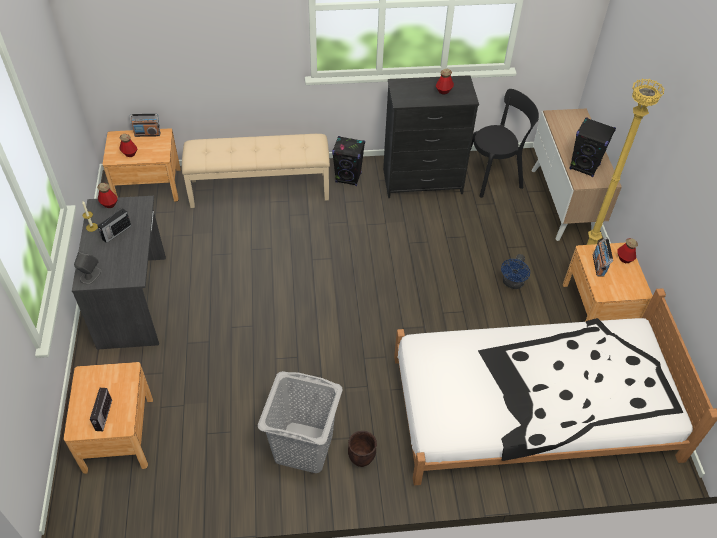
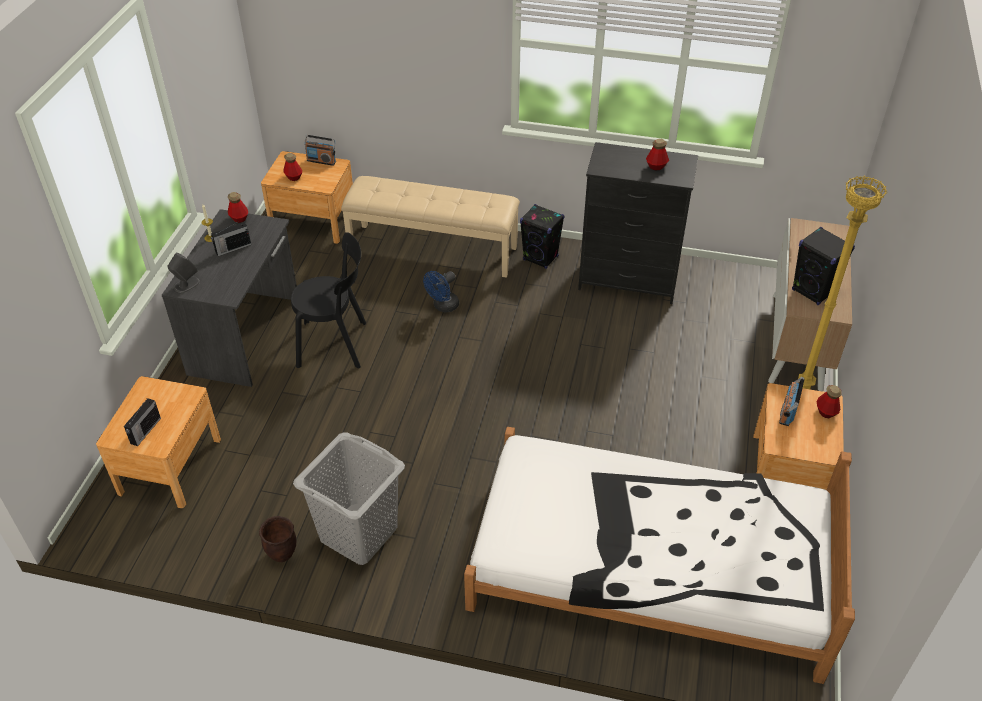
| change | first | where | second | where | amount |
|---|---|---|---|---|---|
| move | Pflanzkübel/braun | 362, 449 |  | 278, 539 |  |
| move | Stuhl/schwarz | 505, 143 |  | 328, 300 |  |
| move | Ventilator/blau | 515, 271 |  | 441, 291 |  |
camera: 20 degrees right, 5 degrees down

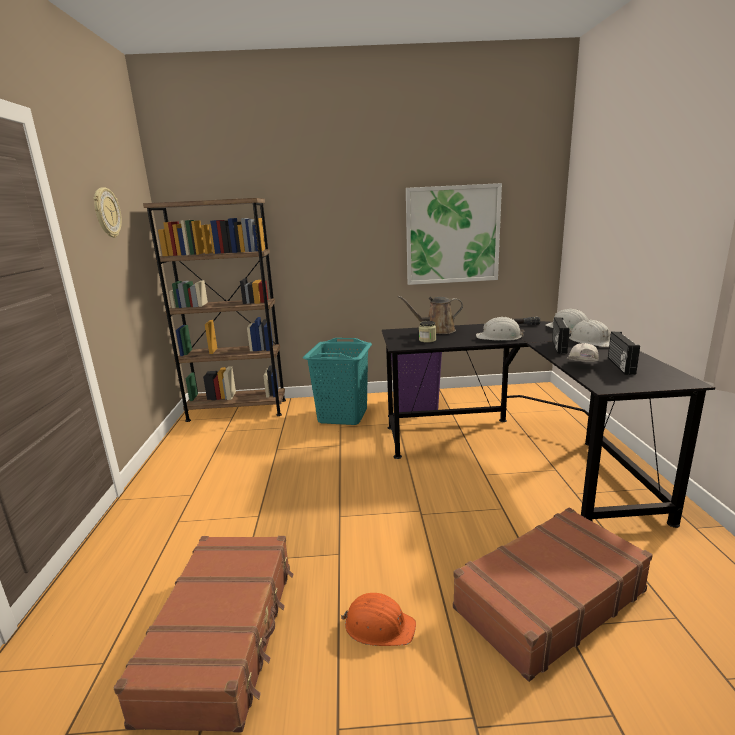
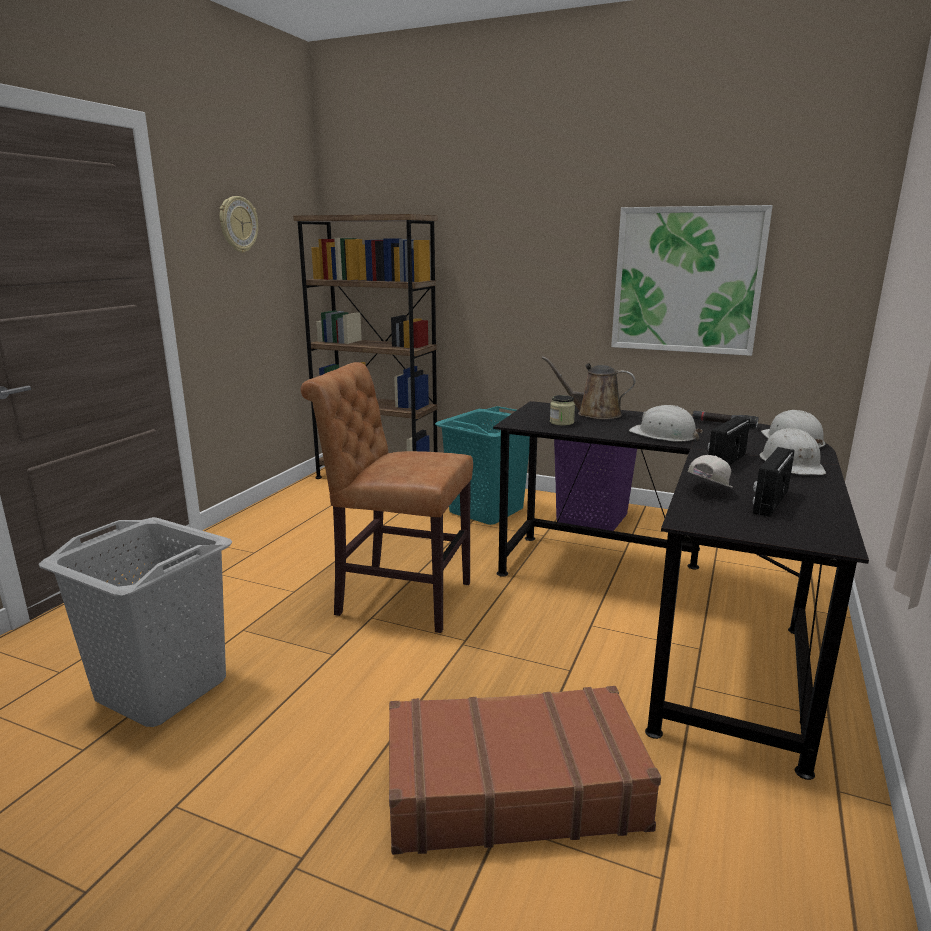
| change | first | where | second | where | amount |
|---|---|---|---|---|---|
| replace | Koffer/braun | 203, 634 | Wäschekorb/grau | 135, 622 |  |
| delete | Schutzhelm/orange | 378, 619 |  |  |  |
| insert |  |  | Stuhl/braun | 387, 497 |  |
camera: 25 degrees right, 0 degrees up

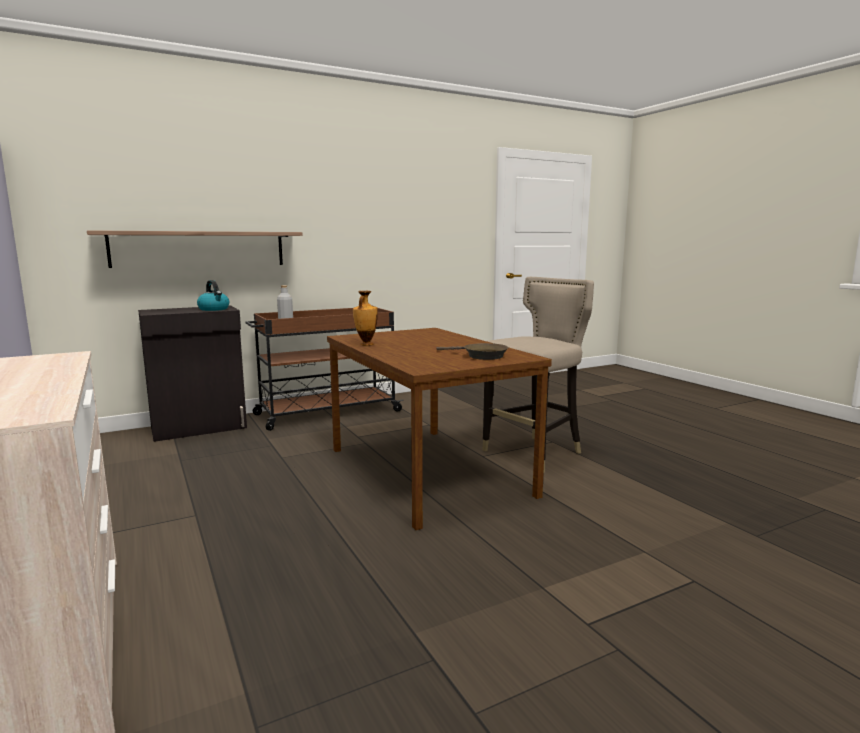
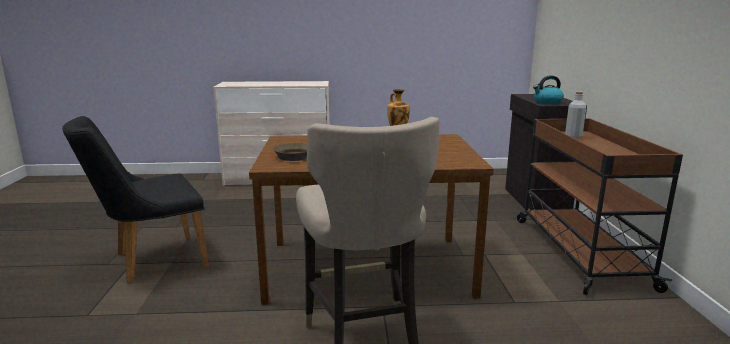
| change | first | where | second | where | amount |
|---|---|---|---|---|---|
| delete | Wandregal | 194, 249 |  |  |  |
| insert |  |  | Stuhl/schwarz | 135, 200 |  |
camera: 115 degrees right, 5 degrees up

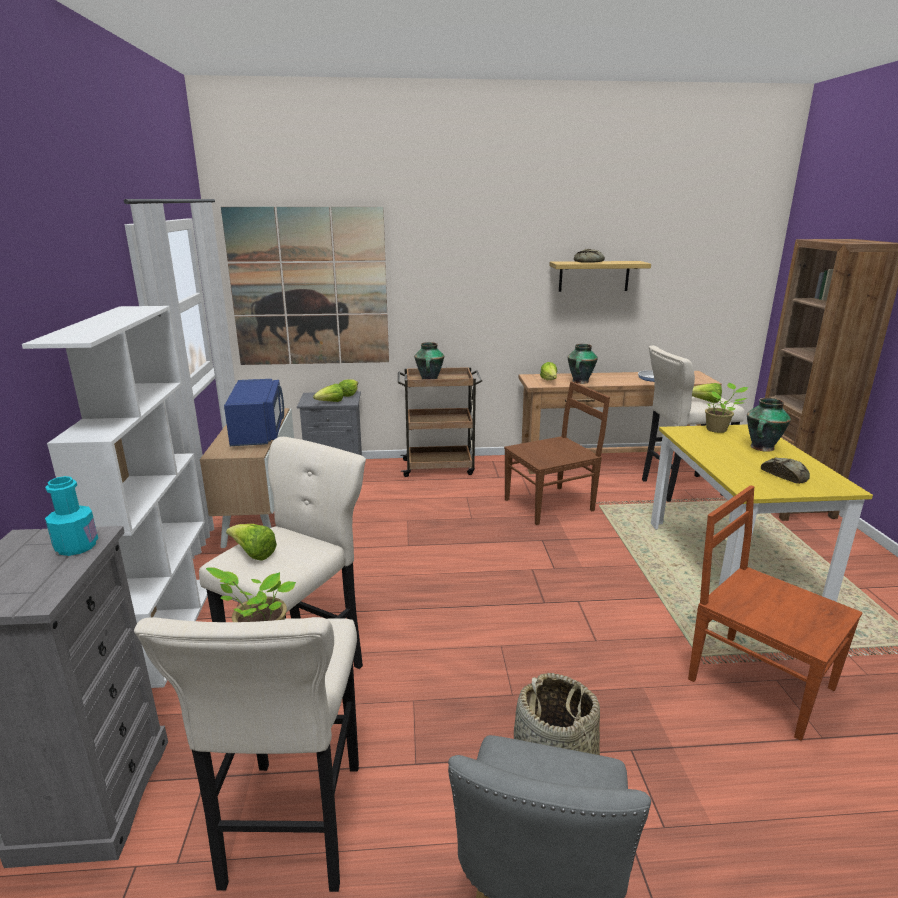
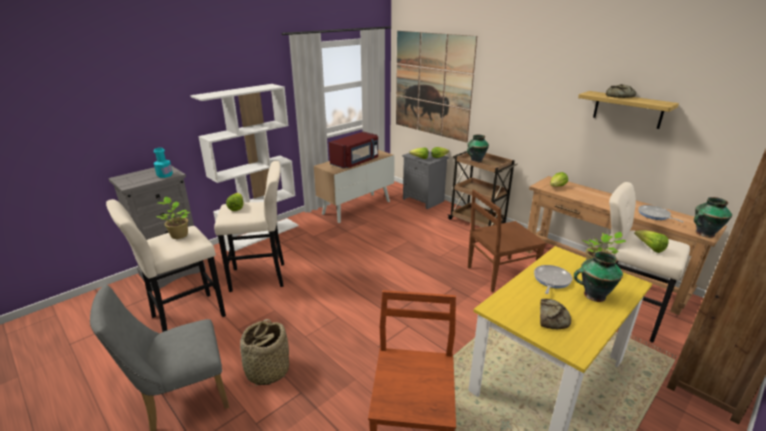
| change | first | where | second | where | amount |
|---|---|---|---|---|---|
| recolor | Mikrowelle/blau | 254, 412 | Mikrowelle/rot | 353, 150 |  |
| rotate | Stuhl/braun | 557, 453 |  | 507, 241 | 135 degrees clockwise |
| move | Vase | 583, 364 |  | 713, 217 |  |
| insert |  |  | Pfanne | 553, 279 |  |
camera: 50 degrees right, 5 degrees up

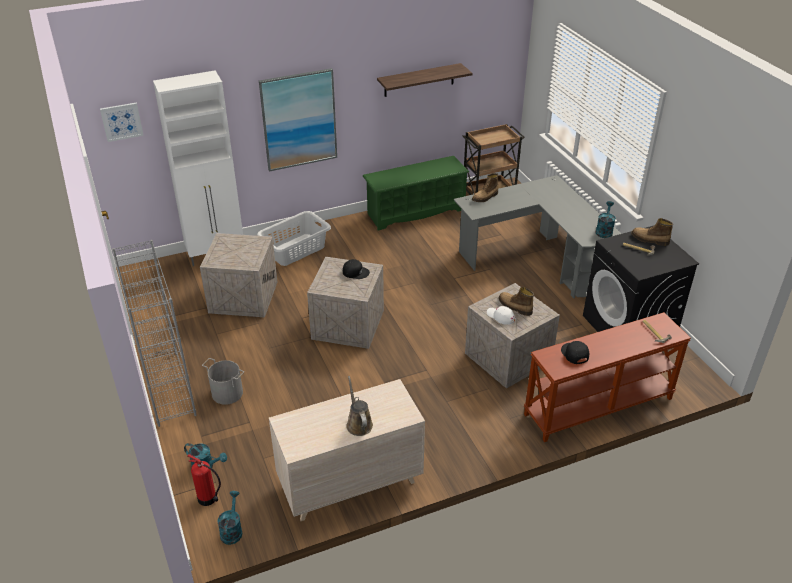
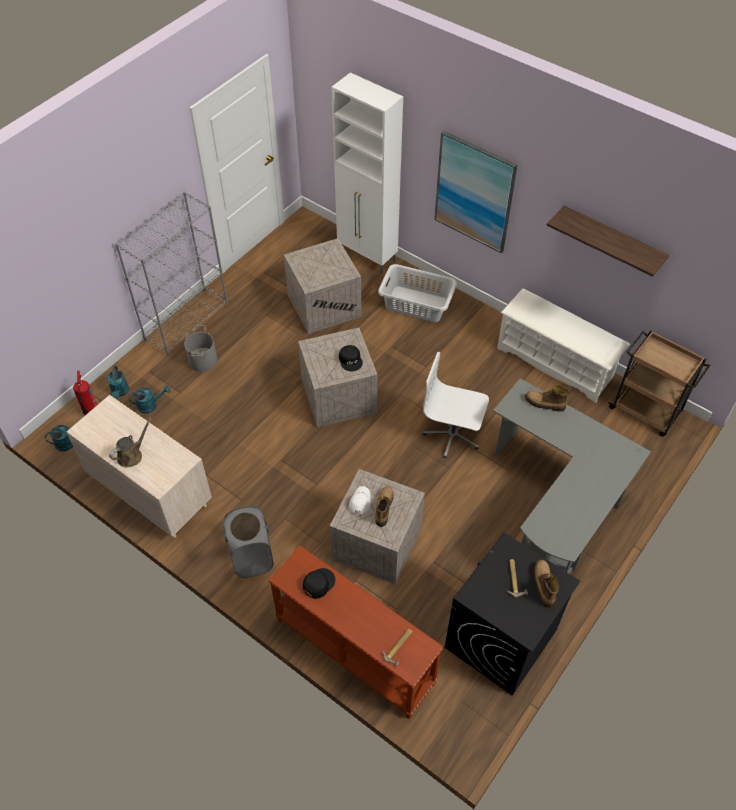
| change | first | where | second | where | amount |
|---|---|---|---|---|---|
| delete | Bild | 122, 122 |  |  |  |
| recolor | Schuhregal/grün | 416, 193 | Schuhregal/weiß | 563, 345 |  |
| move | Gießkanne/türkis | 605, 219 |  | 150, 399 |  |
| insert |  |  | Wäschekorb/grau | 248, 542 |  |
| insert |  |  | Bürostuhl/weiß | 456, 405 |  |
camera: 60 degrees right, 15 degrees up

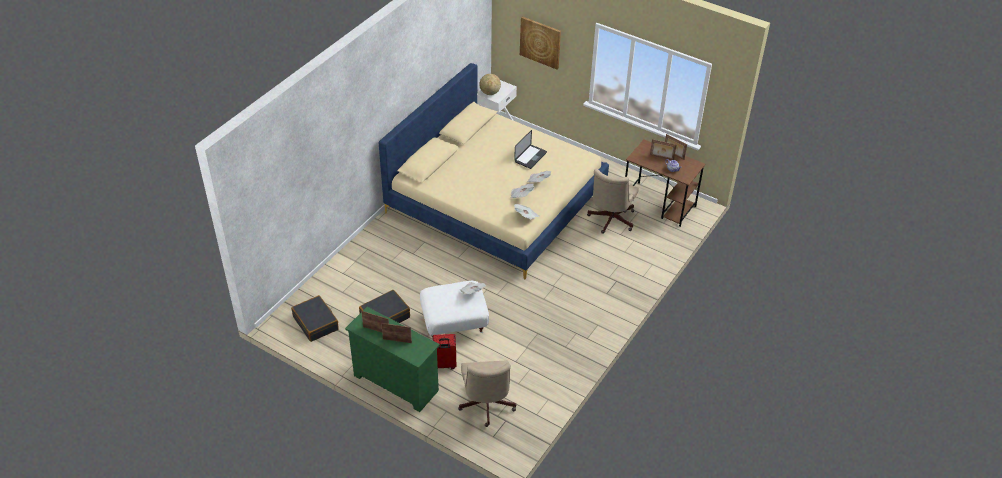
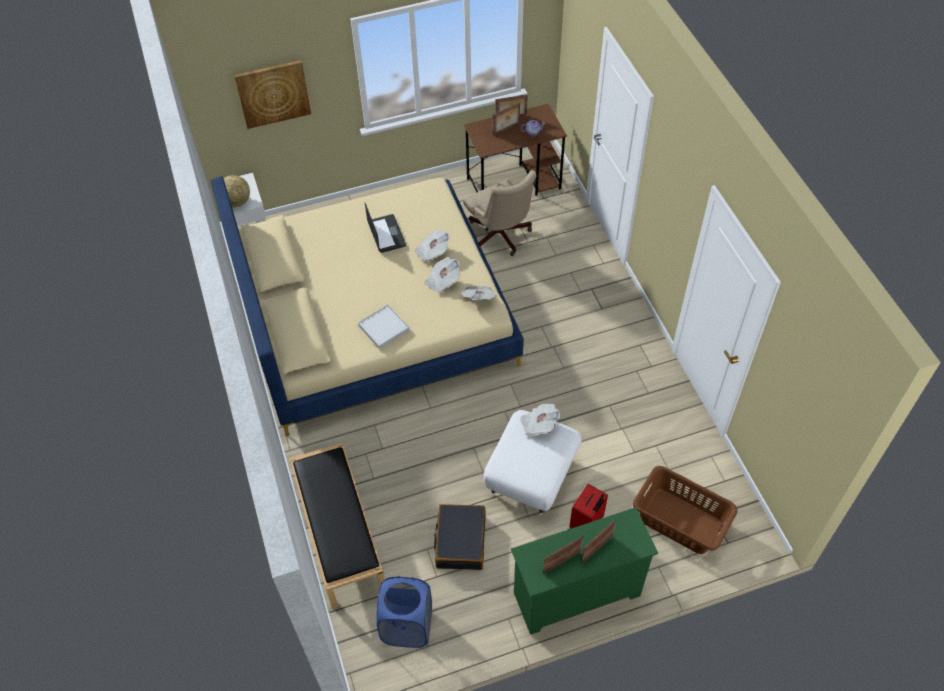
| change | first | where | second | where | amount |
|---|---|---|---|---|---|
| replace | Koffer/schwarz | 315, 318 | Wäschekorb/blau | 404, 612 |  |
| replace | Bürostuhl/beige | 487, 393 | Wäschekorb/braun | 685, 510 |  |
| insert |  |  | Bank/schwarz | 337, 526 |  |
| insert |  |  | Tablett/weiß | 384, 327 |  |
camera: 50 degrees left, 10 degrees up

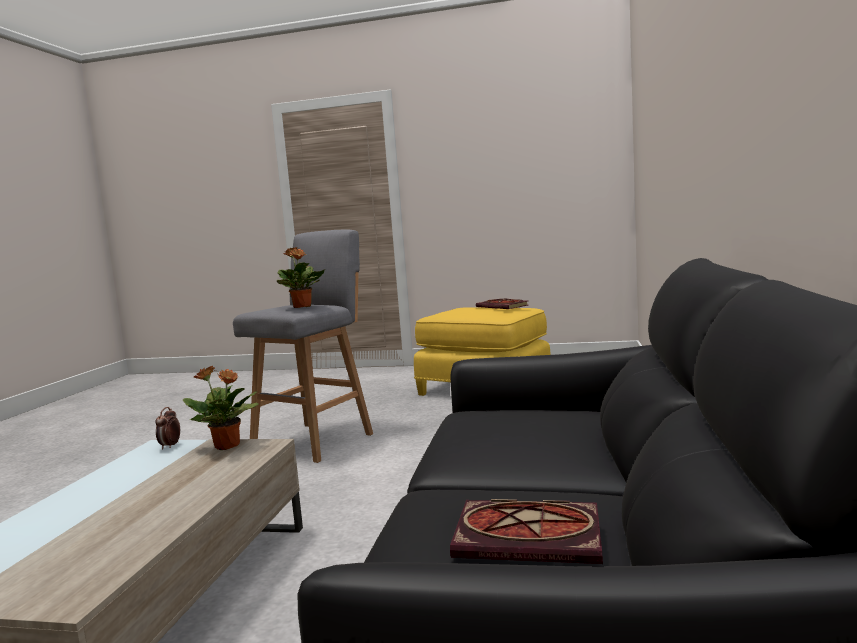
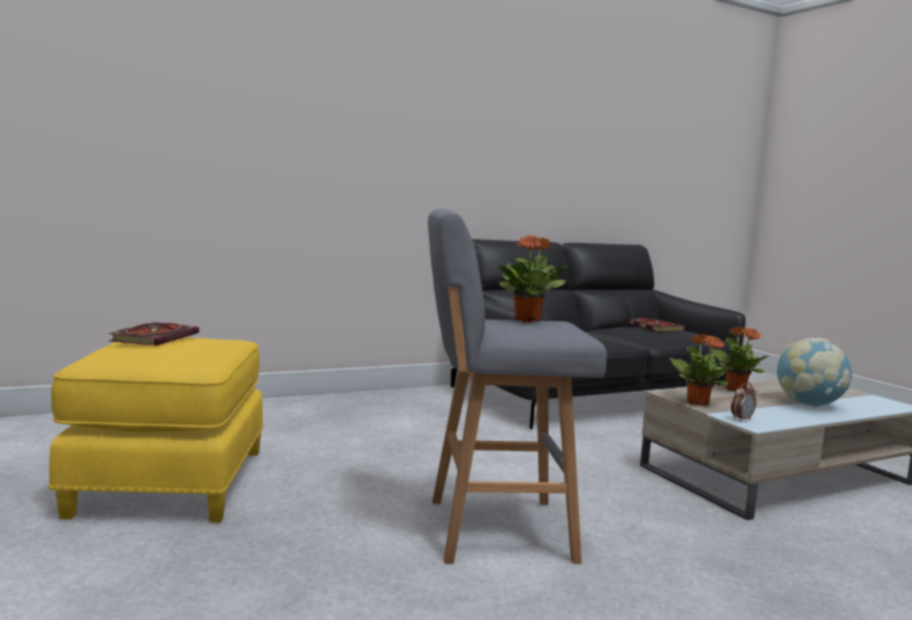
| change | first | where | second | where | amount |
|---|---|---|---|---|---|
| insert |  |  | Topfpflanze | 739, 359 |  |
| insert |  |  | Globus | 814, 372 |  |
camera: 130 degrees left, 0 degrees up

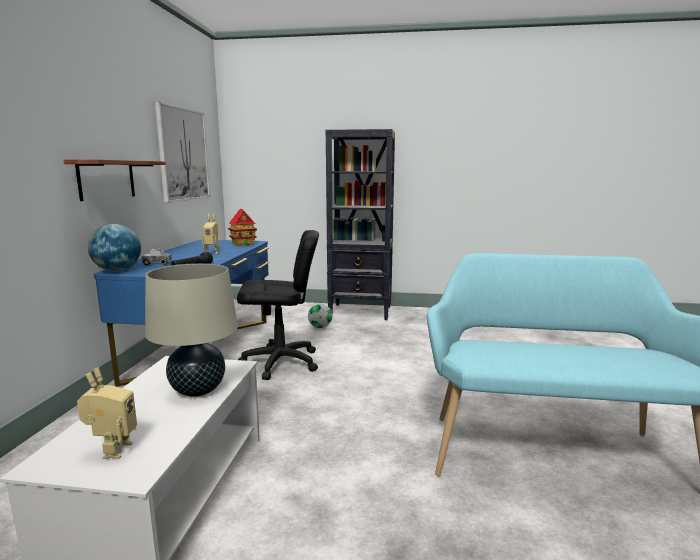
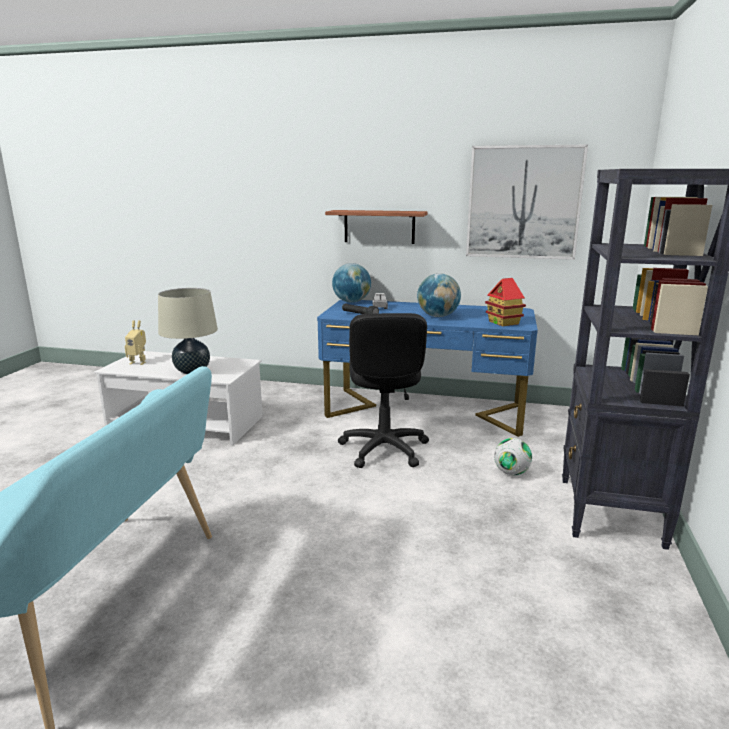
| change | first | where | second | where | amount |
|---|---|---|---|---|---|
| replace | Spielzeugroboter | 210, 234 | Globus | 439, 295 |  |
camera: 95 degrees right, 5 degrees up

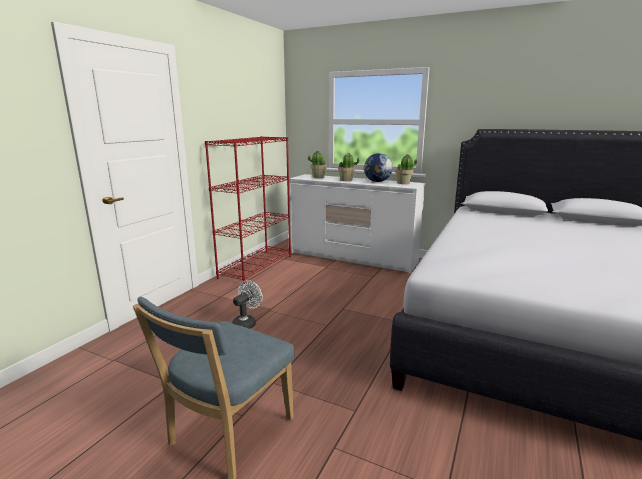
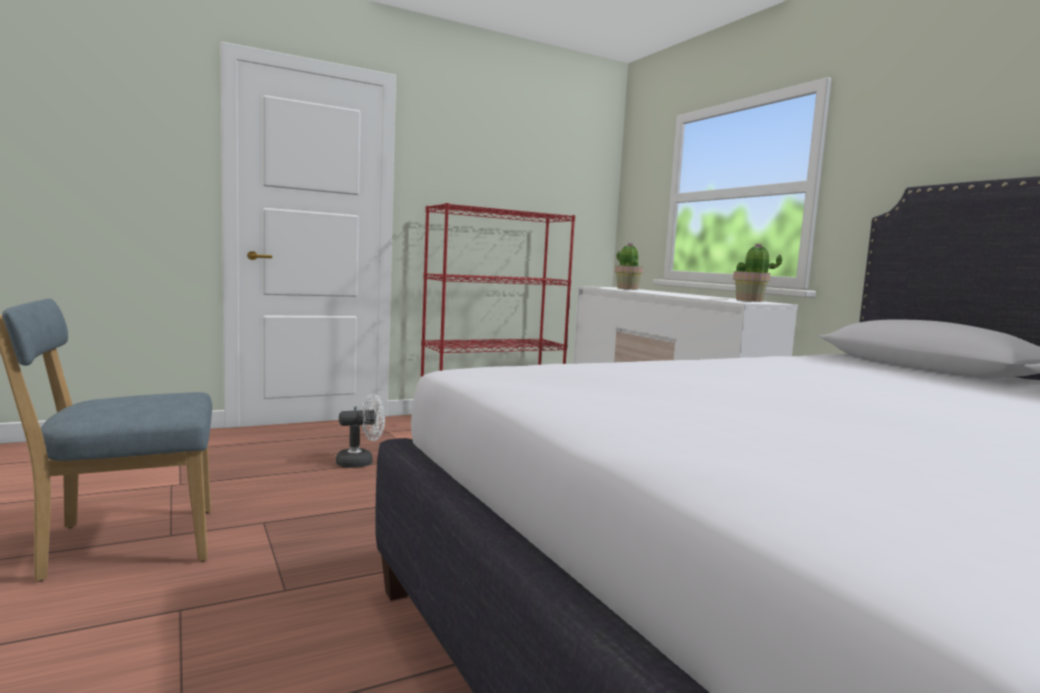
| change | first | where | second | where | amount |
|---|---|---|---|---|---|
| delete | Topfpflanze | 349, 167 |  |  |  |
| delete | Globus | 378, 167 |  |  |  |
camera: 35 degrees right, 10 degrees down

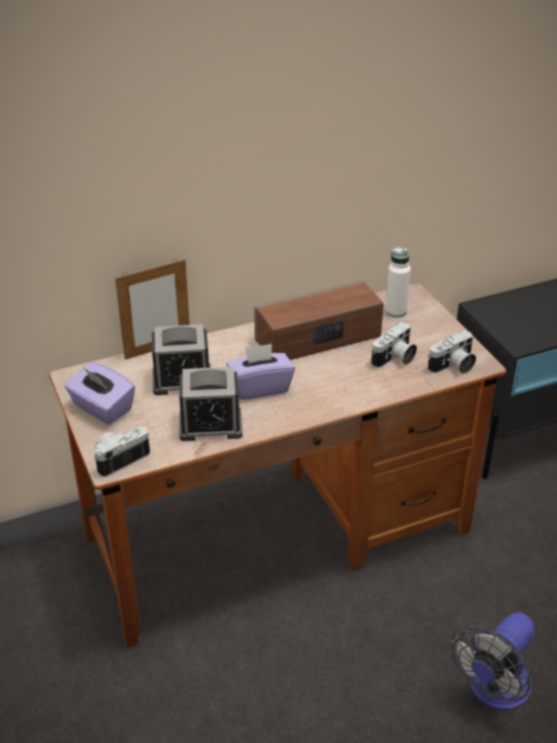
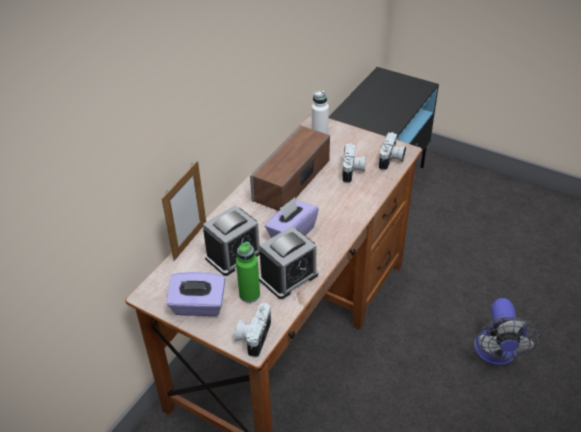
| change | first | where | second | where | amount |
|---|---|---|---|---|---|
| insert |  |  | Flasche/grün | 248, 272 |  |
camera: 35 degrees left, 5 degrees up

